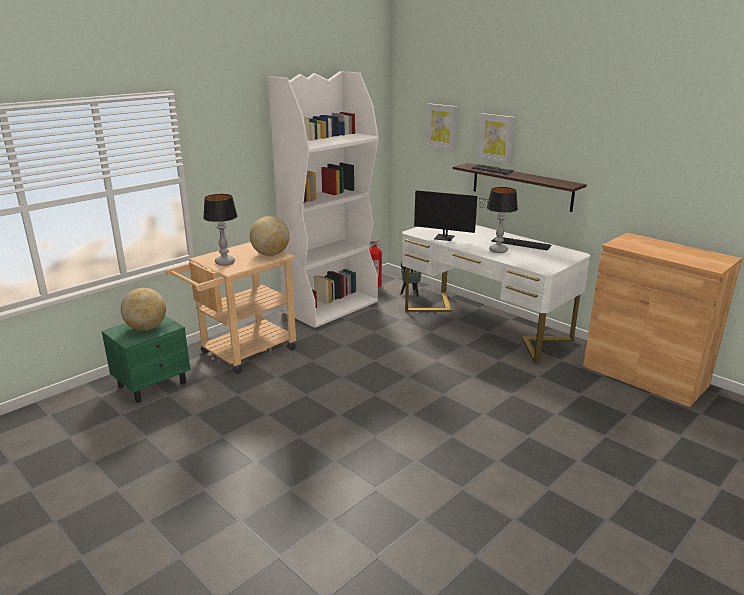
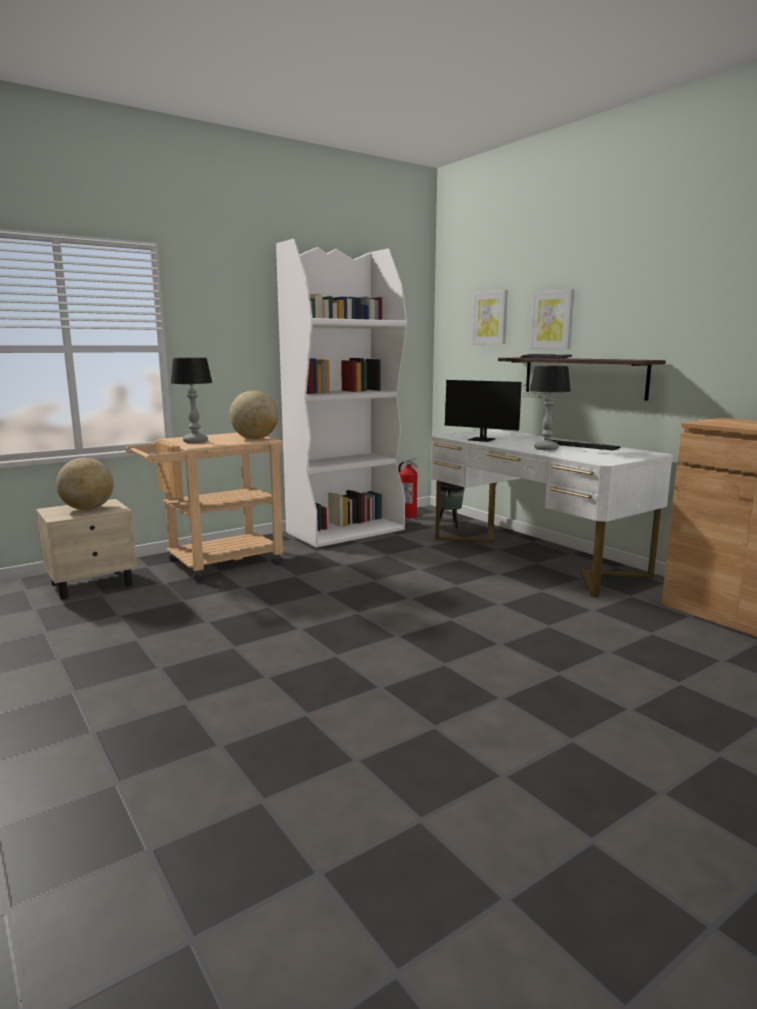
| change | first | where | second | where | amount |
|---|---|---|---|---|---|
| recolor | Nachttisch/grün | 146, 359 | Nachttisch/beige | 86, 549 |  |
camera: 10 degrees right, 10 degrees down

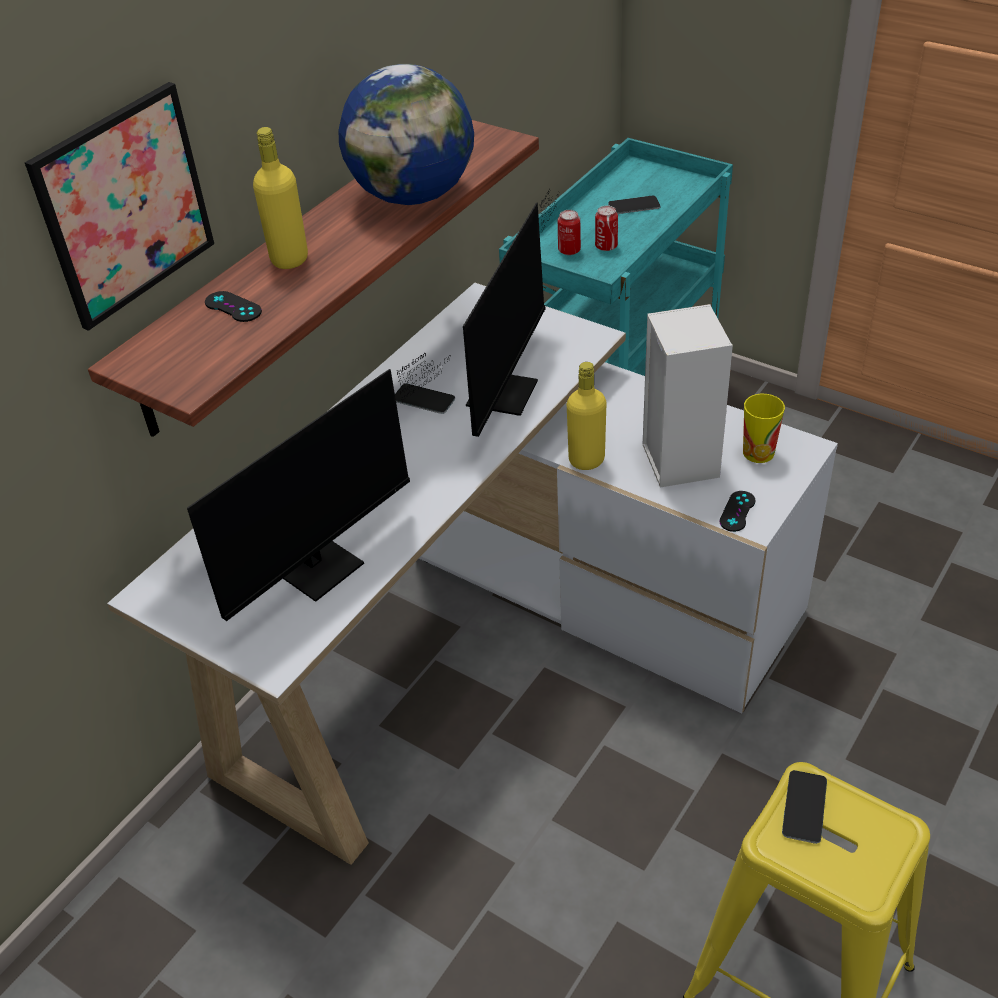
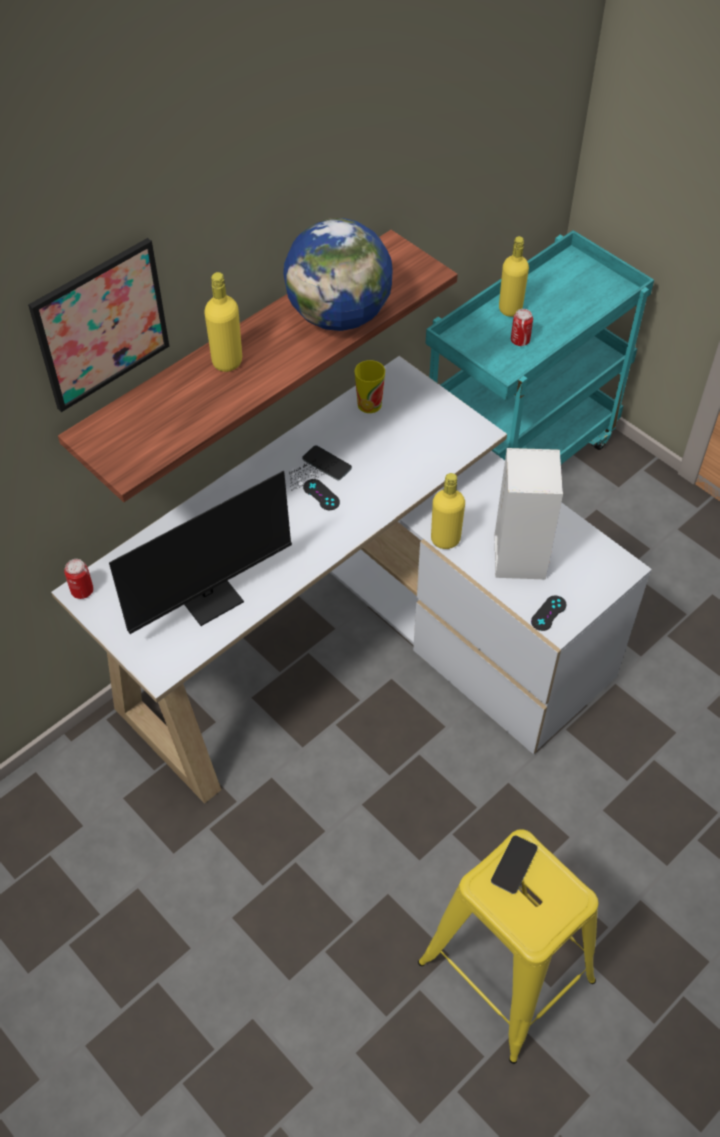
| change | first | where | second | where | amount |
|---|---|---|---|---|---|
| move | Gamepad/schwarz | 233, 306 |  | 321, 494 |  |
| delete | Monitor | 510, 313 |  |  |  |
| move | Dose | 569, 232 |  | 79, 579 |  |
| delete | Handy | 634, 204 |  |  |  |
| move | Tasse | 764, 428 |  | 370, 386 |  |
| insert |  |  | Flasche/gelb | 514, 276 |  |
camera: 10 degrees right, 10 degrees up

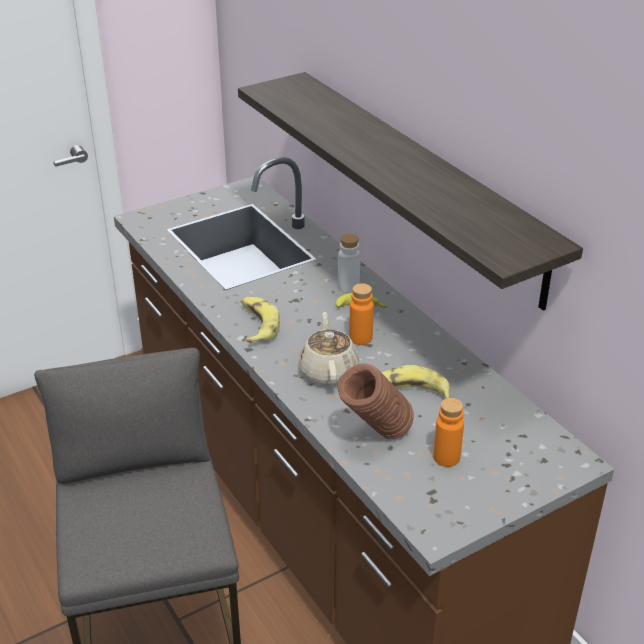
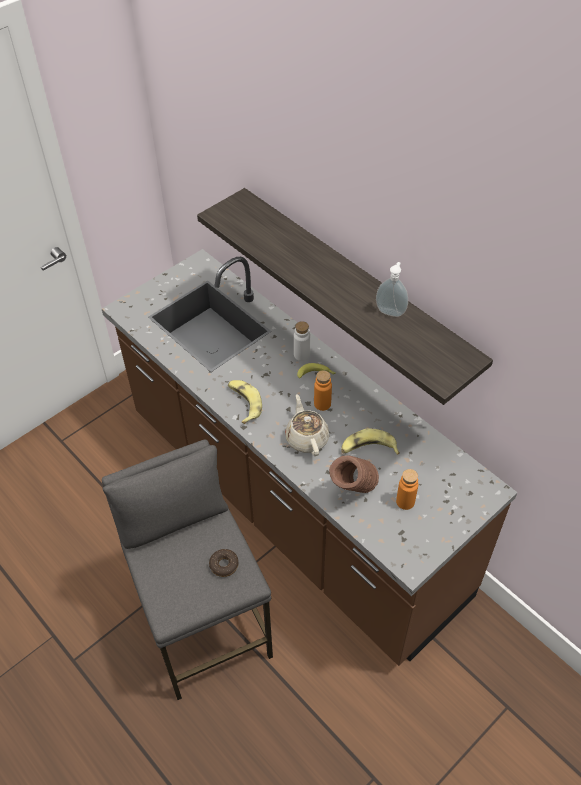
| change | first | where | second | where | amount |
|---|---|---|---|---|---|
| insert |  |  | Donut | 224, 563 |  |
| insert |  |  | Seifenspender | 392, 289 |  |
camera: 10 degrees left, 15 degrees up

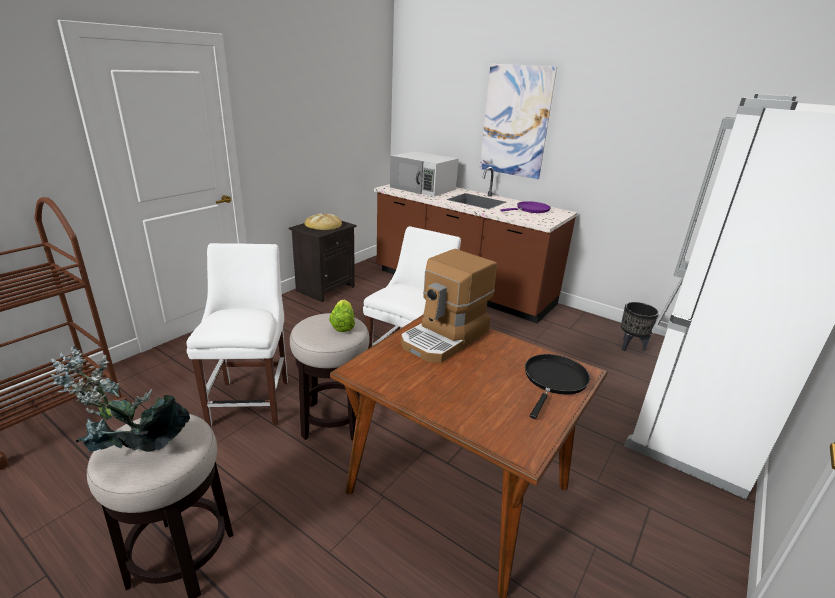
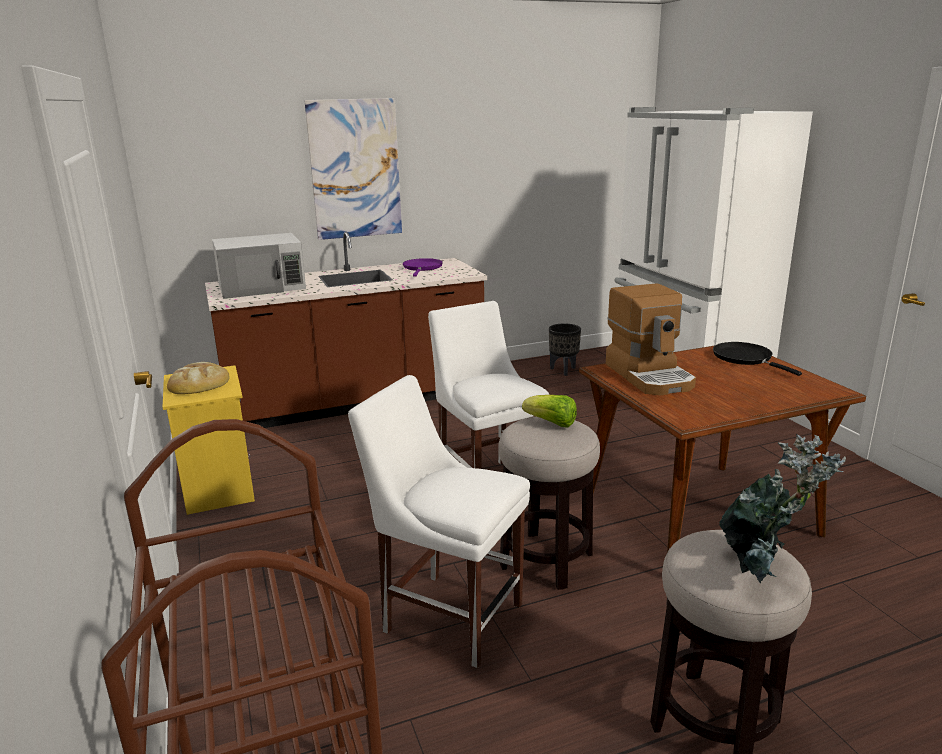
| change | first | where | second | where | amount |
|---|---|---|---|---|---|
| recolor | Nachttisch/schwarz | 323, 261 | Nachttisch/gelb | 209, 440 |  |
camera: 55 degrees left, 5 degrees down

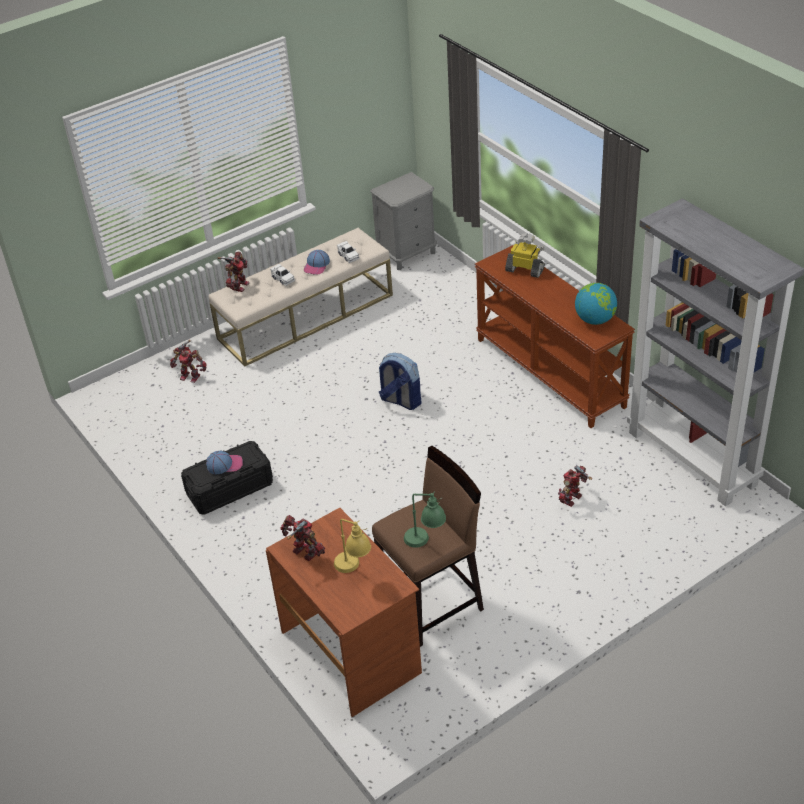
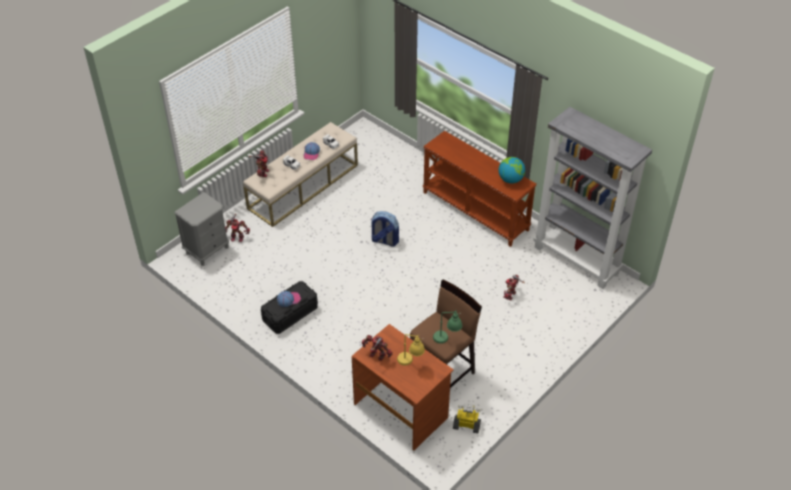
| change | first | where | second | where | amount |
|---|---|---|---|---|---|
| move | Nachttisch/grau | 403, 221 |  | 201, 229 |  |
| move | Spielzeugroboter | 525, 255 |  | 467, 418 |  |
camera: 15 degrees left, 5 degrees up

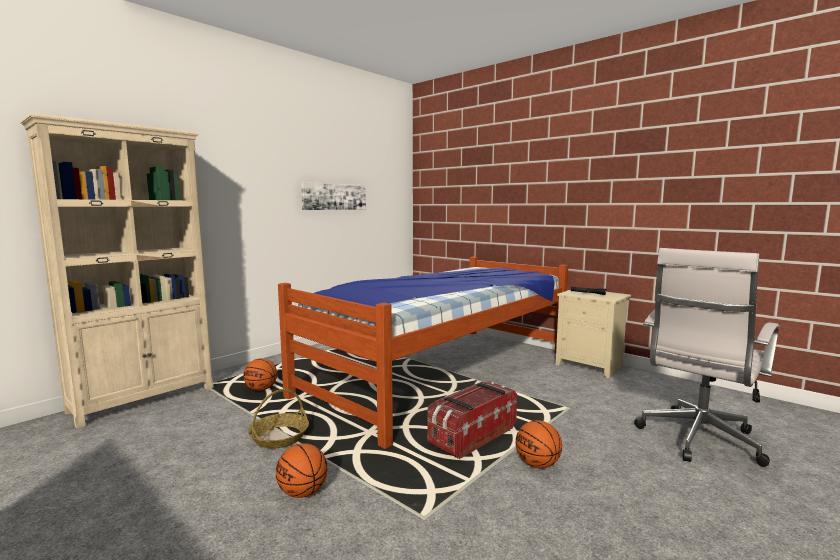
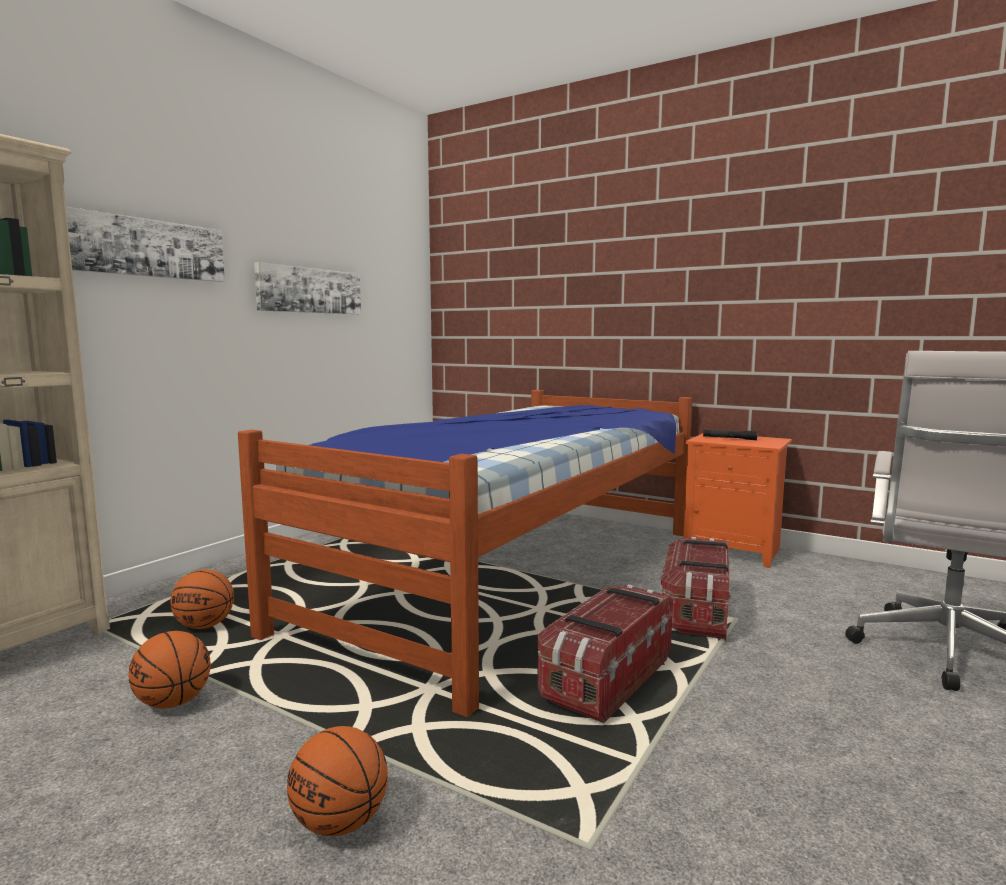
| change | first | where | second | where | amount |
|---|---|---|---|---|---|
| delete | Korb | 278, 419 |  |  |  |
| move | Basketball | 539, 444 |  | 169, 669 |  |
| recolor | Nachttisch/beige | 593, 334 | Nachttisch/orange | 738, 500 |  |
| insert |  |  | Bild | 145, 244 |  |
| insert |  |  | Aufbewahrungsbox | 696, 589 |  |
camera: 10 degrees left, 0 degrees up

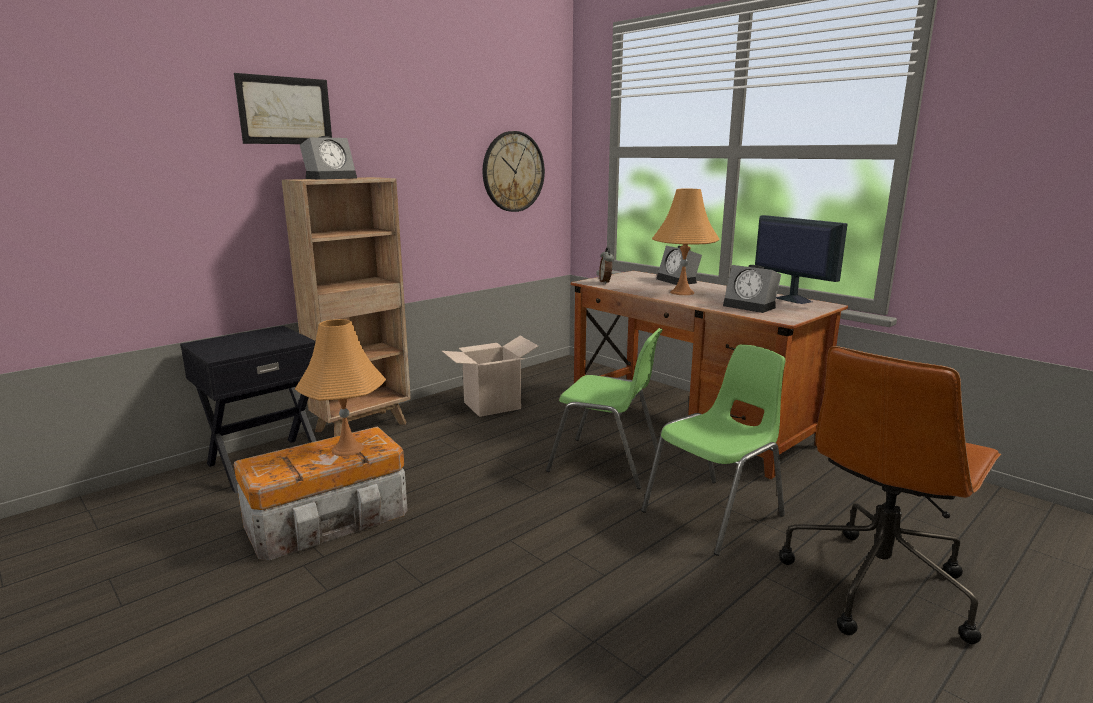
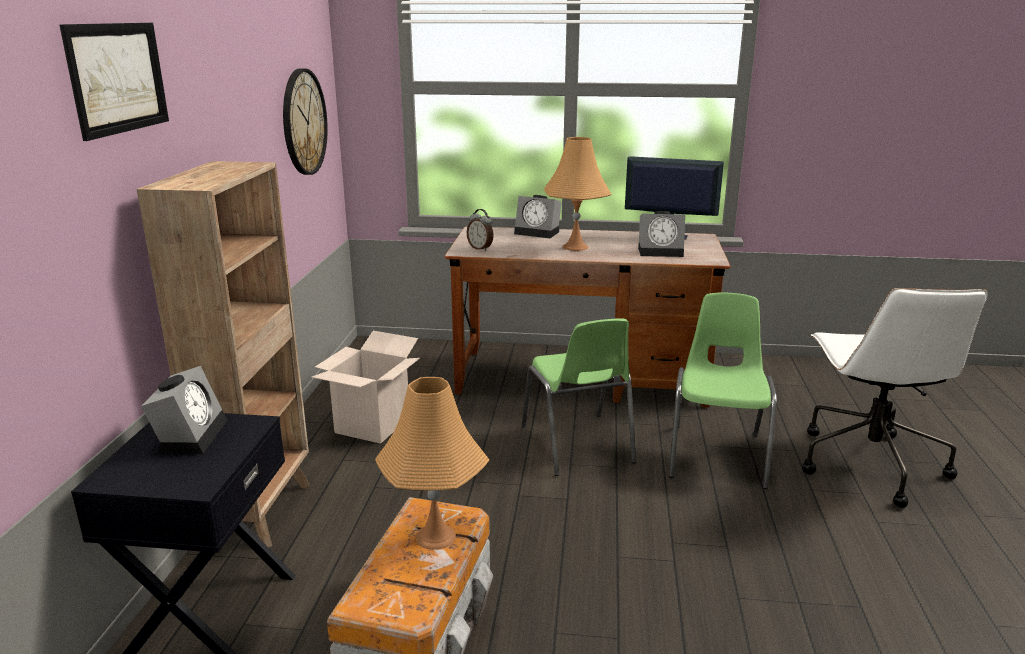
| change | first | where | second | where | amount |
|---|---|---|---|---|---|
| move | Wecker | 328, 158 |  | 184, 410 |  |
| rotate | Stuhl/grün | 604, 408 |  | 579, 397 | 90 degrees clockwise |
| recolor | Bürostuhl/braun | 890, 495 | Bürostuhl/weiß | 895, 398 |  |
camera: 40 degrees left, 5 degrees up

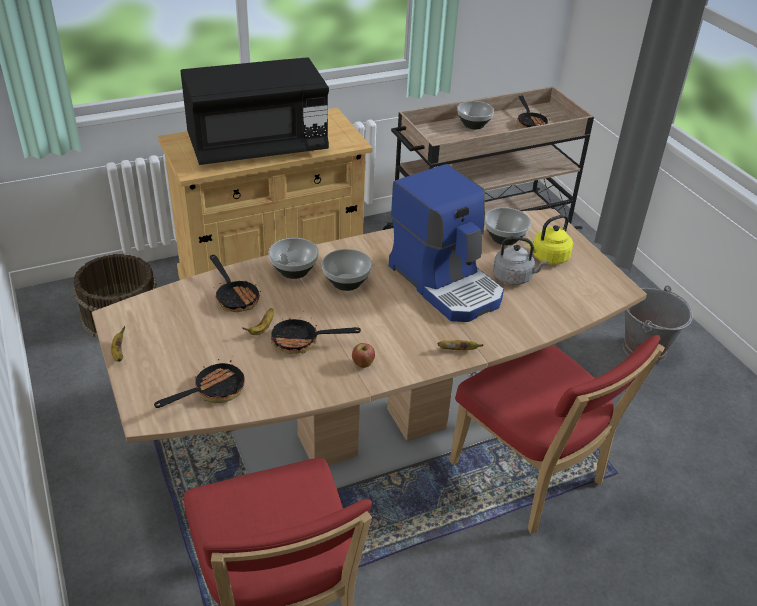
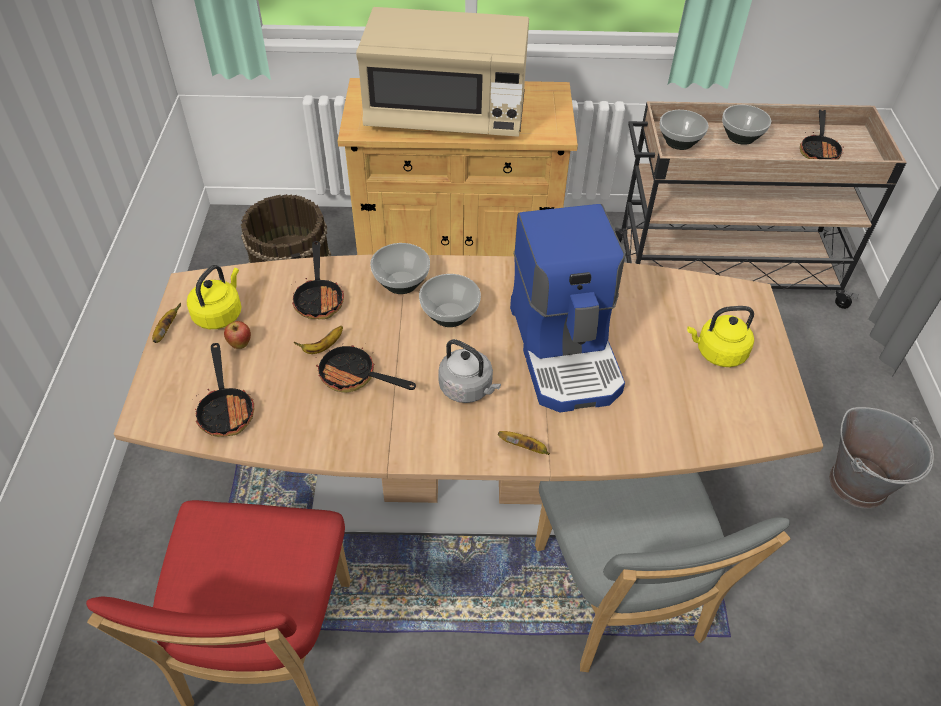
| change | first | where | second | where | amount |
|---|---|---|---|---|---|
| rotate | Pfanne | 199, 383 |  | 224, 390 | 90 degrees clockwise |
| recolor | Mikrowelle/schwarz | 255, 111 | Mikrowelle/beige | 442, 72 |  |
| move | Apfel | 363, 355 |  | 237, 335 |  |
| recolor | Stuhl/rot | 557, 434 | Stuhl/grau | 663, 572 |  |
| move | Schüssel | 508, 226 |  | 684, 130 |  |
| move | Wasserkessel/grau | 520, 260 |  | 469, 371 |  |
| insert |  |  | Wasserkessel/gelb | 214, 297 |  |
camera: 25 degrees right, 10 degrees up

